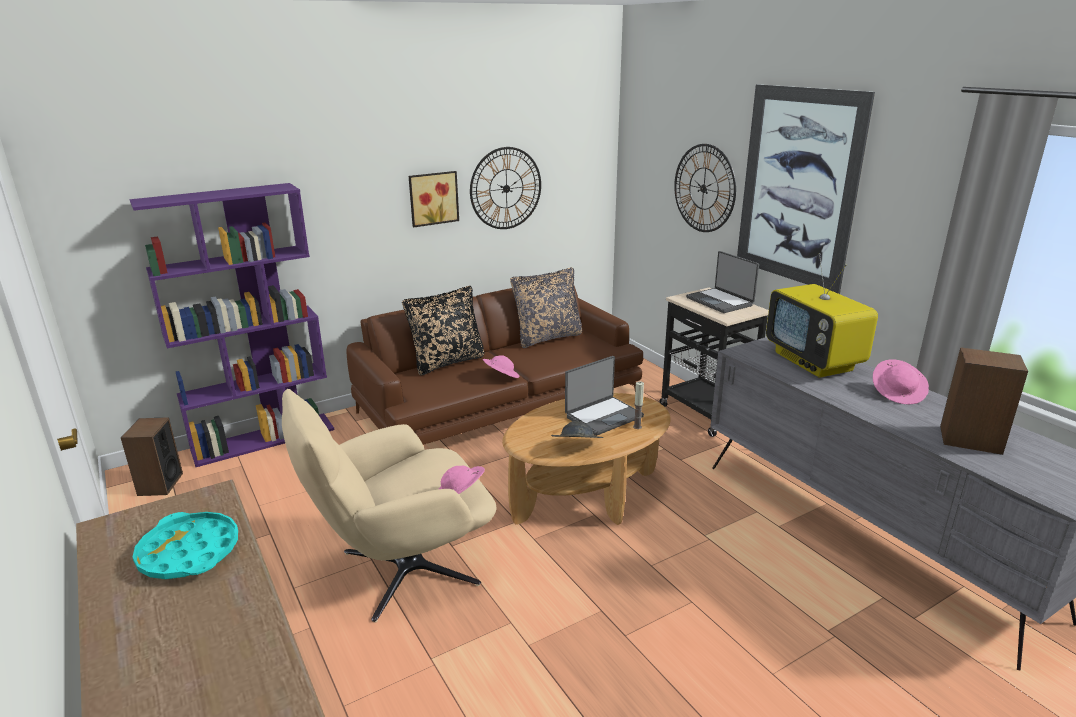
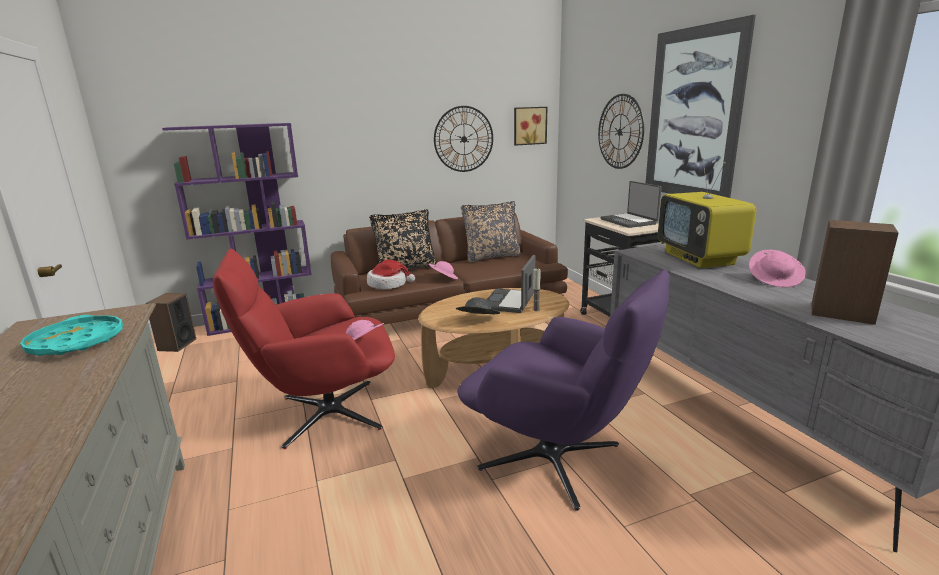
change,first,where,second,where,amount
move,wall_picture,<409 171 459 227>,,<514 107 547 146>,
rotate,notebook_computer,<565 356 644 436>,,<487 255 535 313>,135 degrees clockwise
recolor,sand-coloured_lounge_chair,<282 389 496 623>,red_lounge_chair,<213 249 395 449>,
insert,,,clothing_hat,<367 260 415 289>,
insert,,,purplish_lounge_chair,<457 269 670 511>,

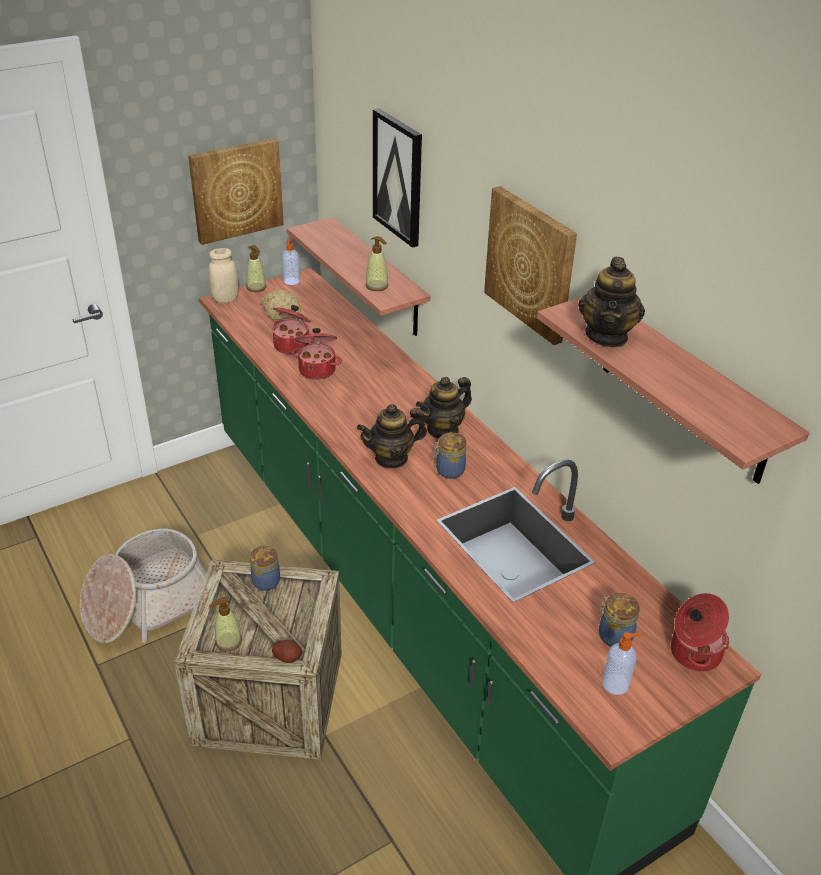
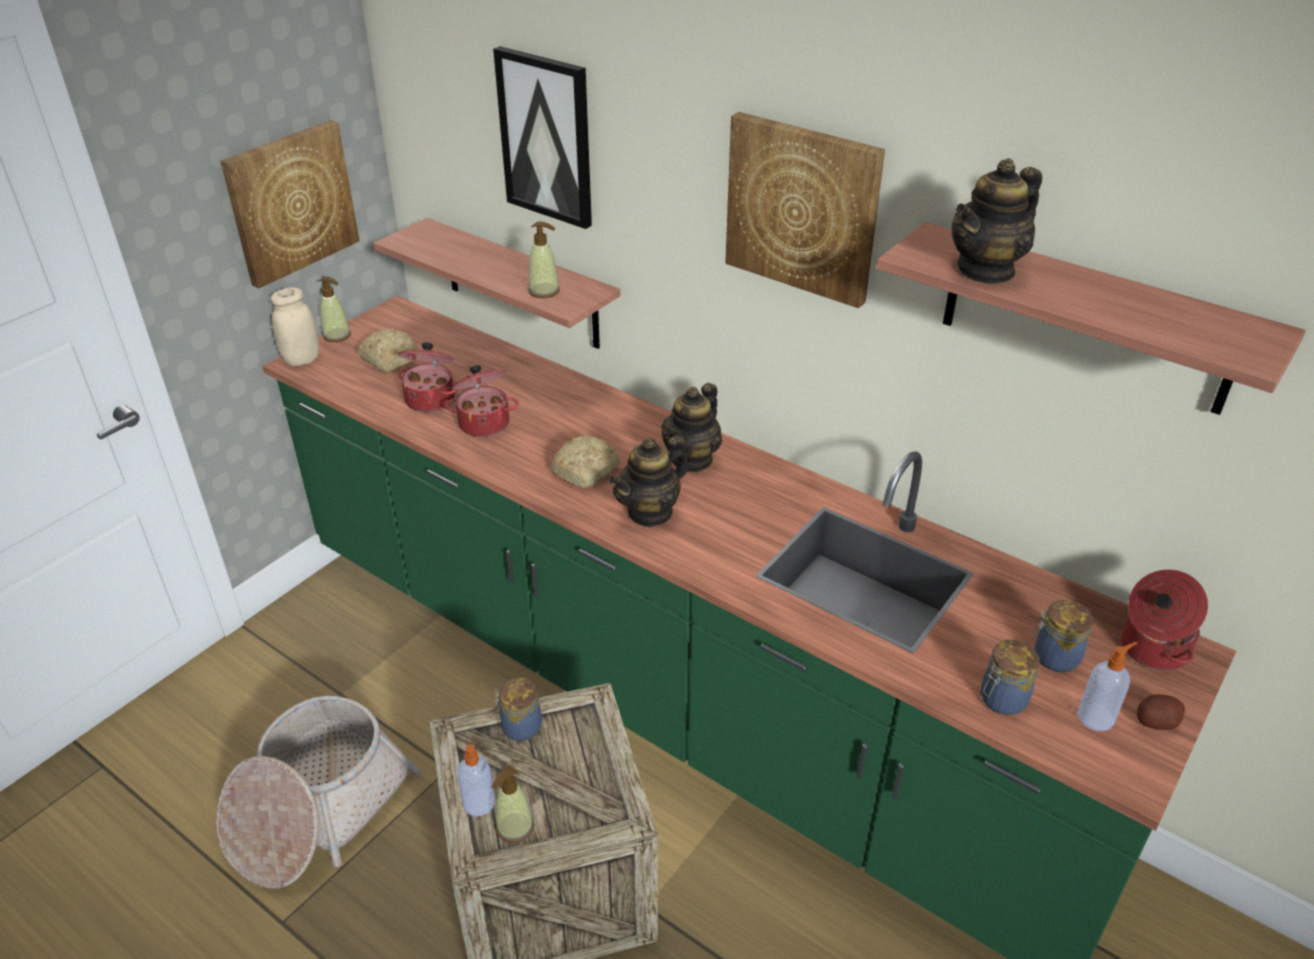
change,first,where,second,where,amount
move,liquid_soap_bottle,<282 239 300 285>,,<458 744 495 816>,
rotate,tea_pot,<578 257 645 347>,,<952 158 1042 285>,60 degrees clockwise
move,preserve_jar,<433 432 466 479>,,<981 640 1040 715>,
move,potato,<272 640 302 663>,,<1137 694 1185 730>,
insert,,,baked_bread,<551 436 620 488>,

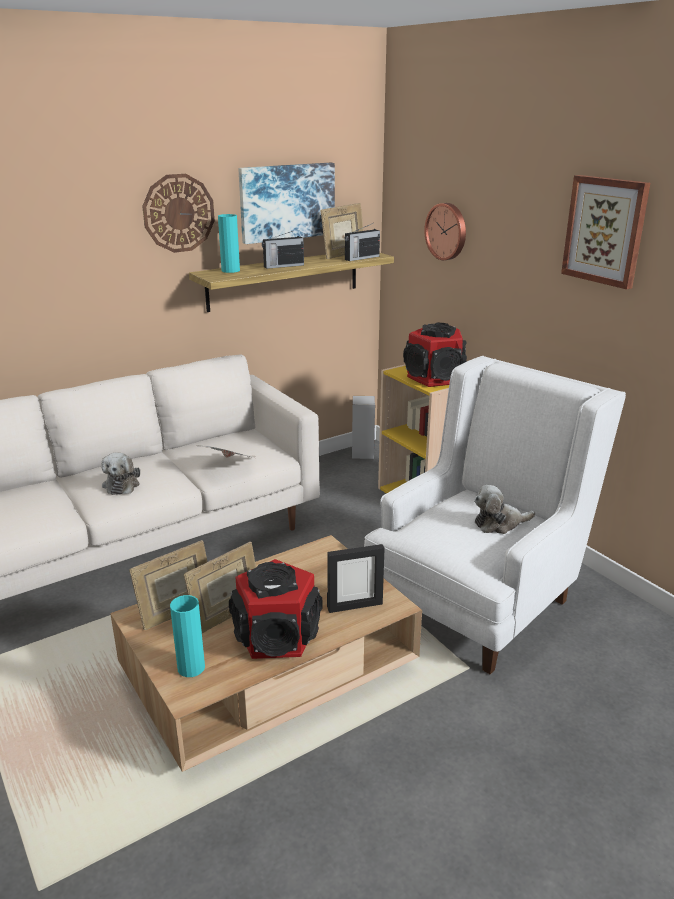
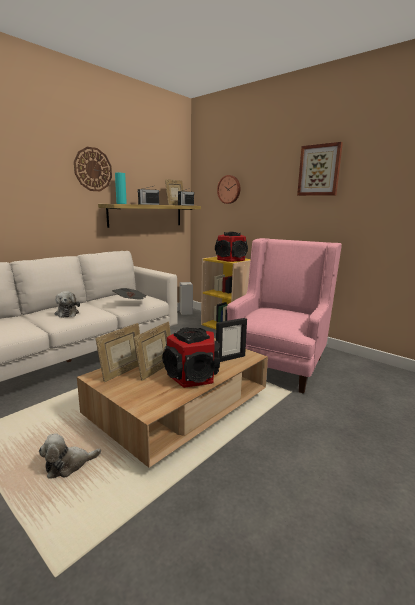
change,first,where,second,where,amount
delete,wall_picture,<238 163 335 244>,,,
recolor,white_lounge_chair,<364 356 626 674>,pink-coloured_lounge_chair,<227 238 342 394>,
move,soft_toy,<474 485 535 534>,,<39 434 101 479>,
delete,blue-green_flower_vase,<170 595 205 677>,,,

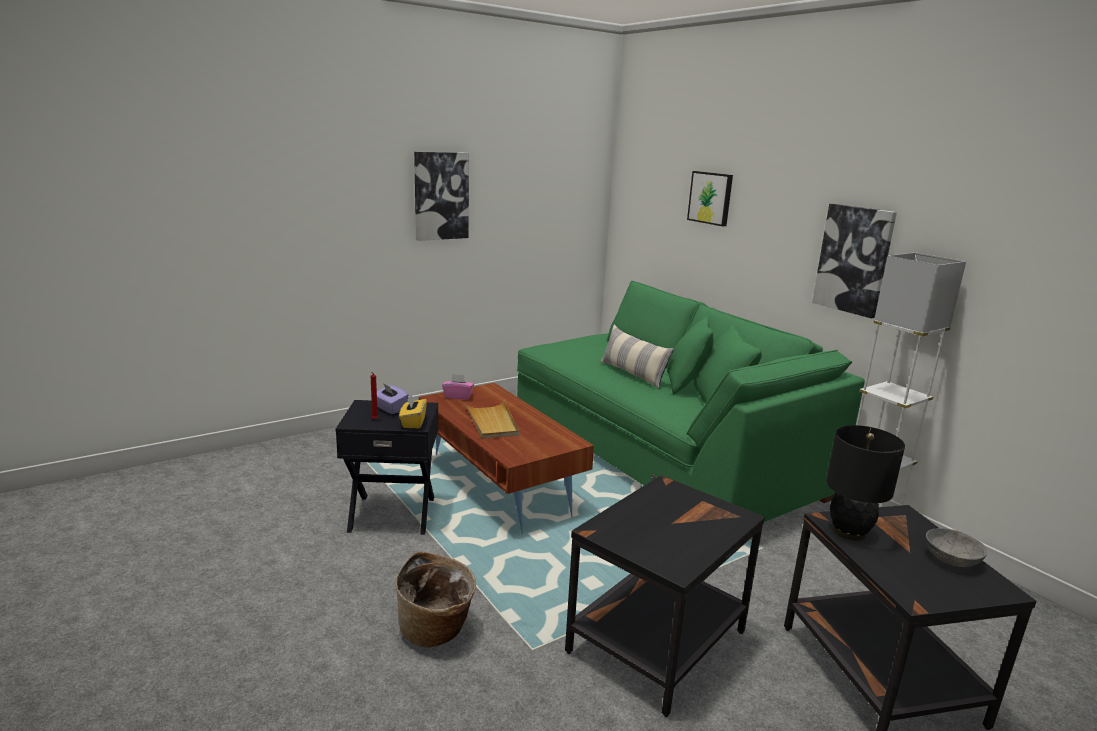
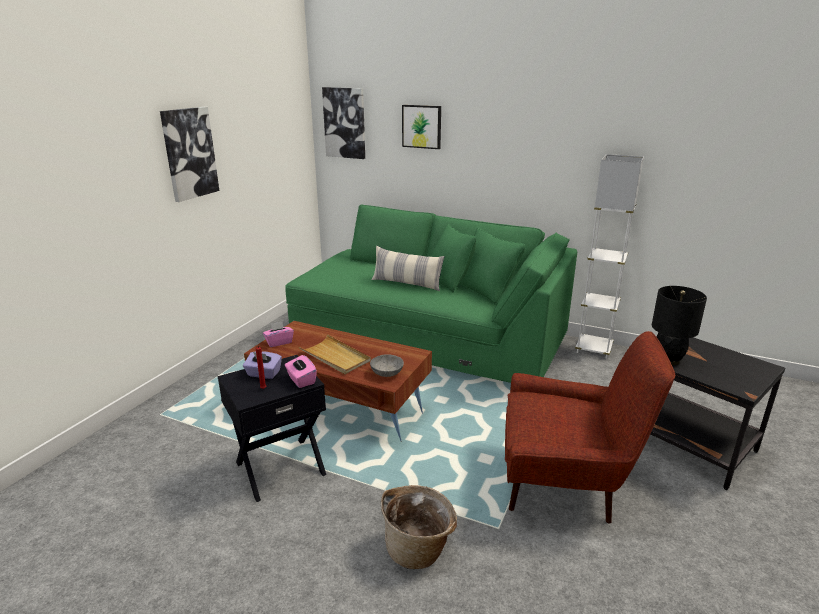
change,first,where,second,where,amount
move,wall_picture,<812 204 897 318>,,<322 87 365 159>,
recolor,yellowish_tissue_box,<399 395 427 428>,pink-coloured_tissue_box,<285 355 317 388>,
replace,black-coloured_end_table,<565 475 765 717>,red_lounge_chair,<505 331 675 523>,
move,gray_bowl,<926 528 987 567>,,<370 354 404 377>,

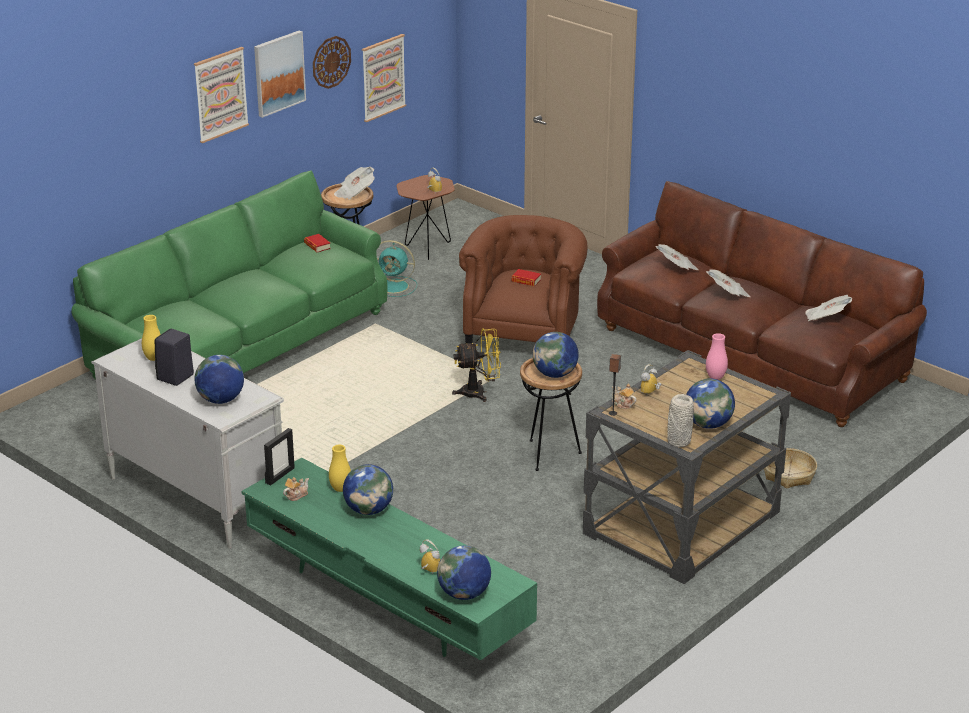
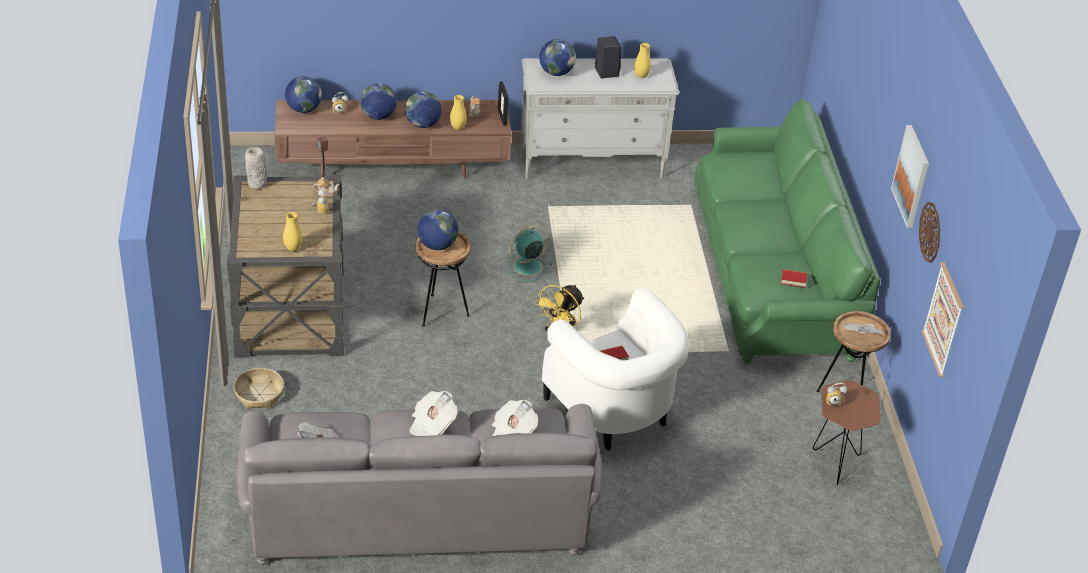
change,first,where,second,where,amount
delete,wall_picture,<194 47 249 143>,,,
recolor,brown_settee,<597 181 927 427>,gray_settee,<237 404 603 565>,
recolor,brown_lounge_chair,<459 215 588 343>,white_lounge_chair,<542 287 689 451>,
move,blue-green_electric_fan,<377 240 417 297>,,<505 225 552 282>,
recolor,pink-coloured_flower_vase,<706 333 728 380>,yellowish_flower_vase,<283 212 303 251>,
move,world_globe,<686 378 735 429>,,<360 83 397 120>,
recolor,greenish_media_console,<242 458 537 660>,brown_media_console,<274 100 512 179>,

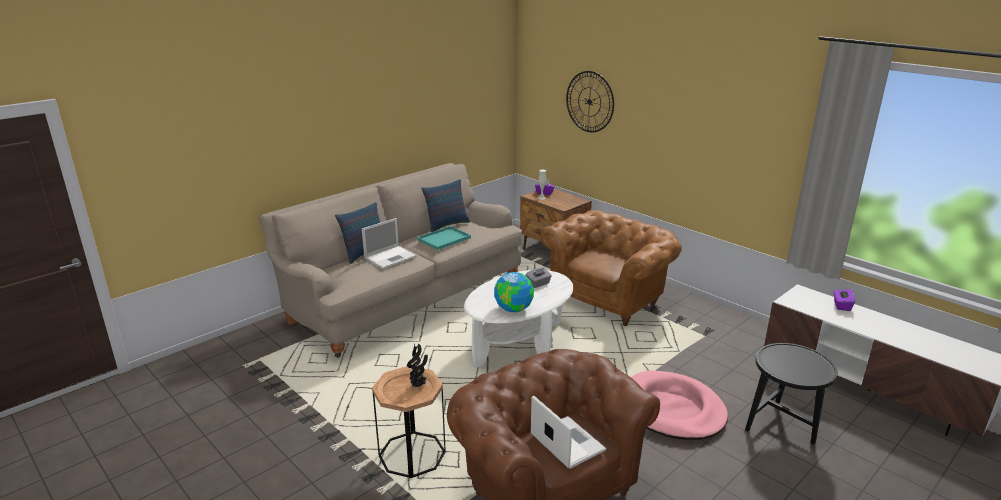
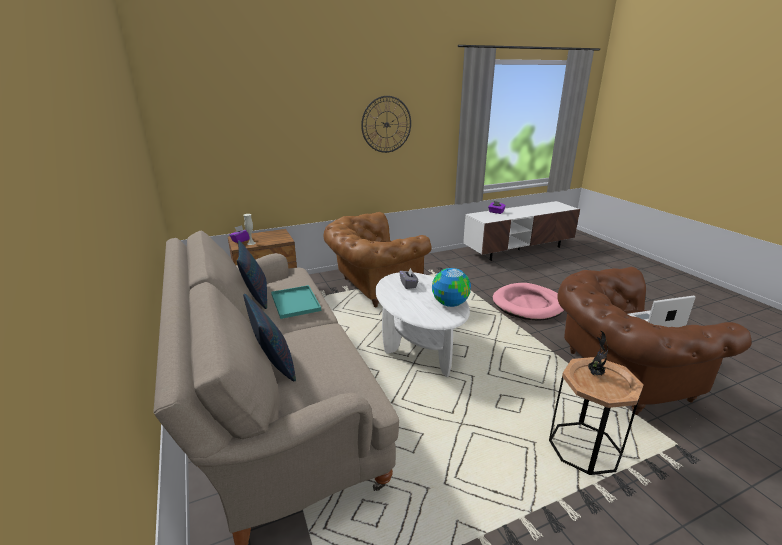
change,first,where,second,where,amount
move,wall_clock,<566 71 614 132>,,<361 96 411 153>,
rotate,brown_lounge_chair,<540 210 682 326>,,<324 212 432 307>,90 degrees counterclockwise
delete,notebook_computer,<362 218 417 269>,,,
delete,black-coloured_end_table,<745 343 837 445>,,,

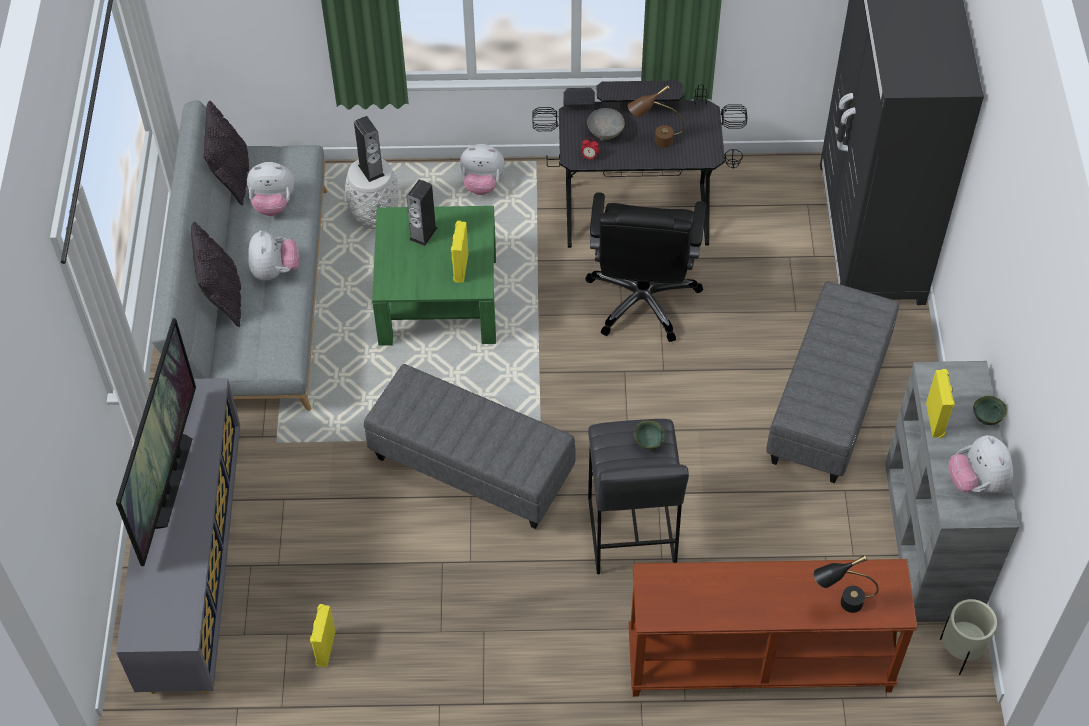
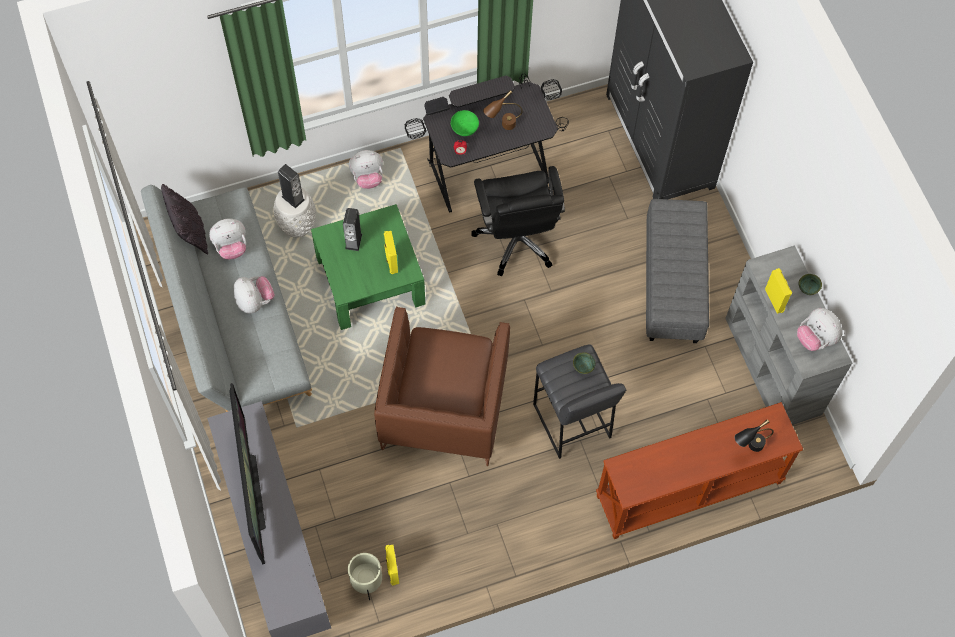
change,first,where,second,where,amount
recolor,gray_bowl,<587 108 625 140>,greenish_bowl,<451 110 479 136>,
delete,black-coloured_pillow,<191 222 241 327>,,,
replace,gray_footrest,<364 364 575 529>,brown_lounge_chair,<374 307 510 466>,
move,sand-coloured_planter,<940 599 997 675>,,<348 553 382 600>,

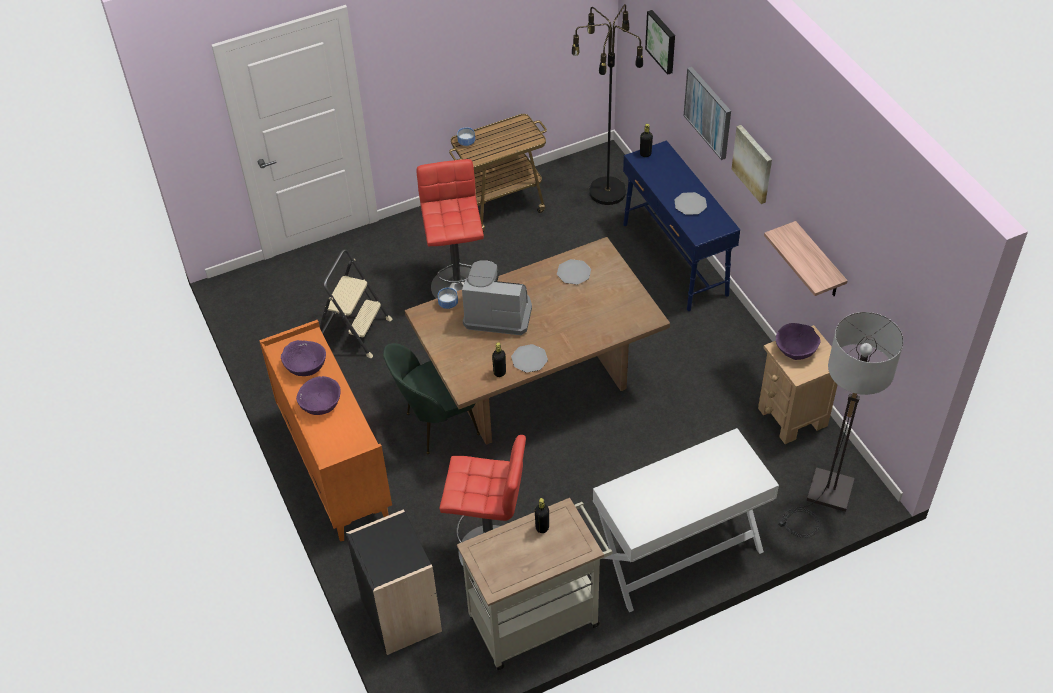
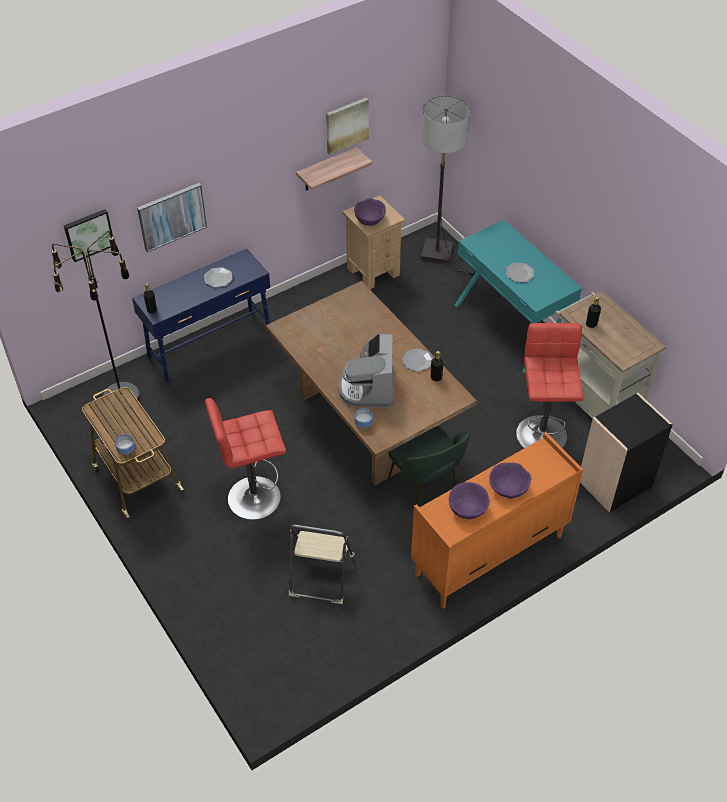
change,first,where,second,where,amount
move,wall_picture,<731 125 772 204>,,<326 97 369 155>,
move,dinner_plate,<557 259 591 285>,,<506 263 534 282>,
recolor,white_hall_table,<593 428 779 612>,blue-green_hall_table,<455 220 582 373>,

